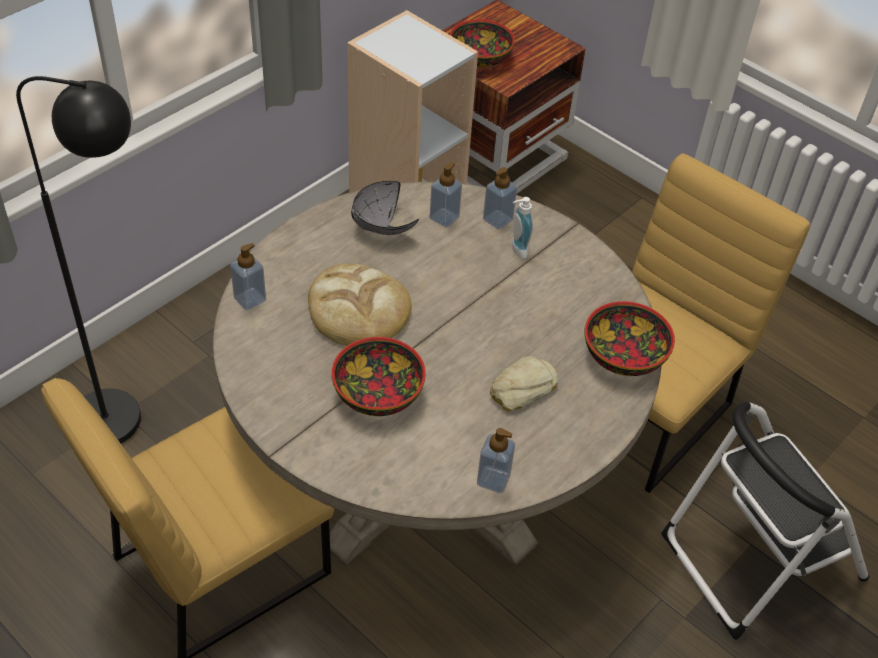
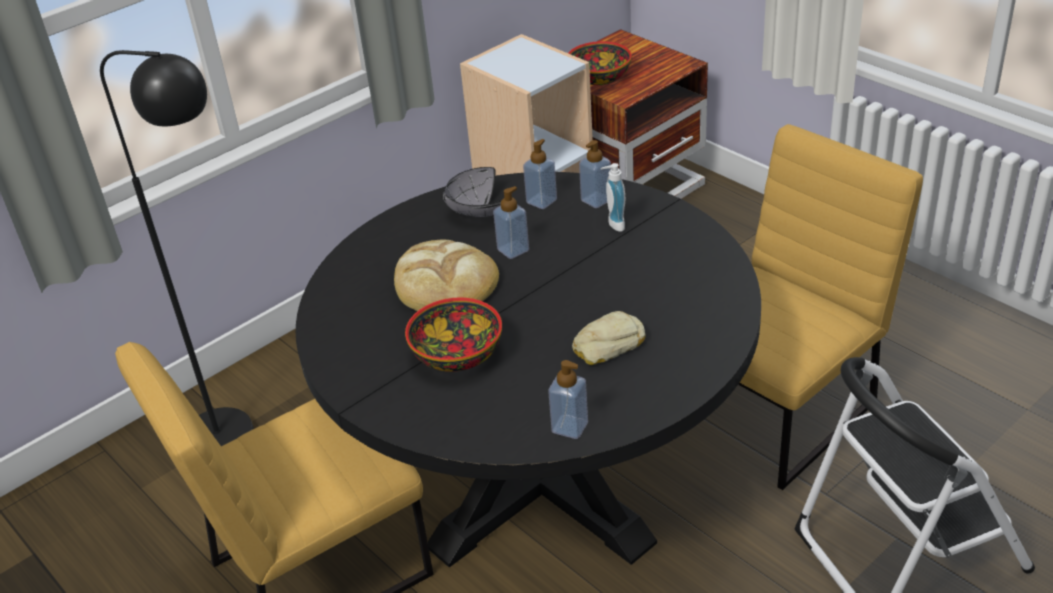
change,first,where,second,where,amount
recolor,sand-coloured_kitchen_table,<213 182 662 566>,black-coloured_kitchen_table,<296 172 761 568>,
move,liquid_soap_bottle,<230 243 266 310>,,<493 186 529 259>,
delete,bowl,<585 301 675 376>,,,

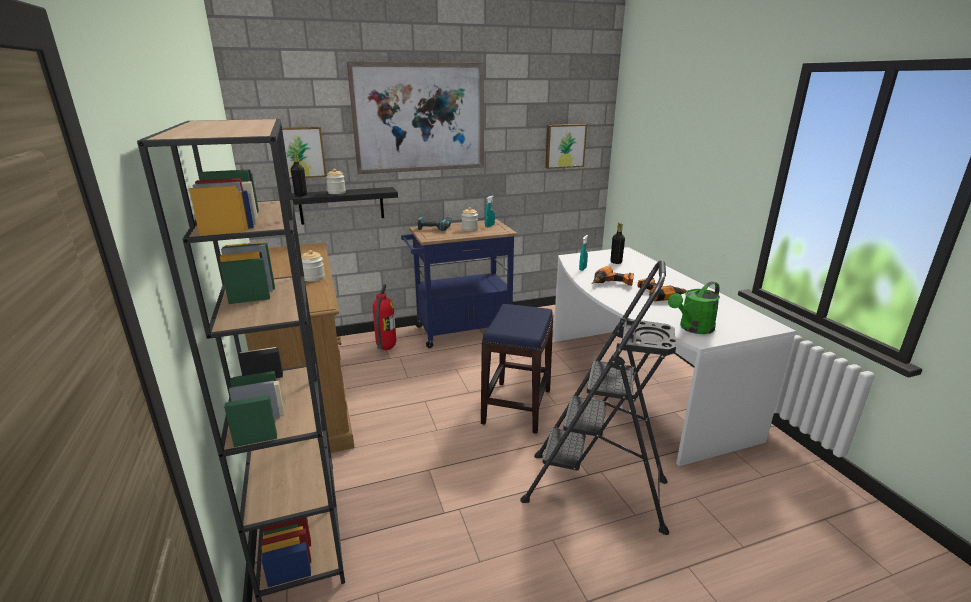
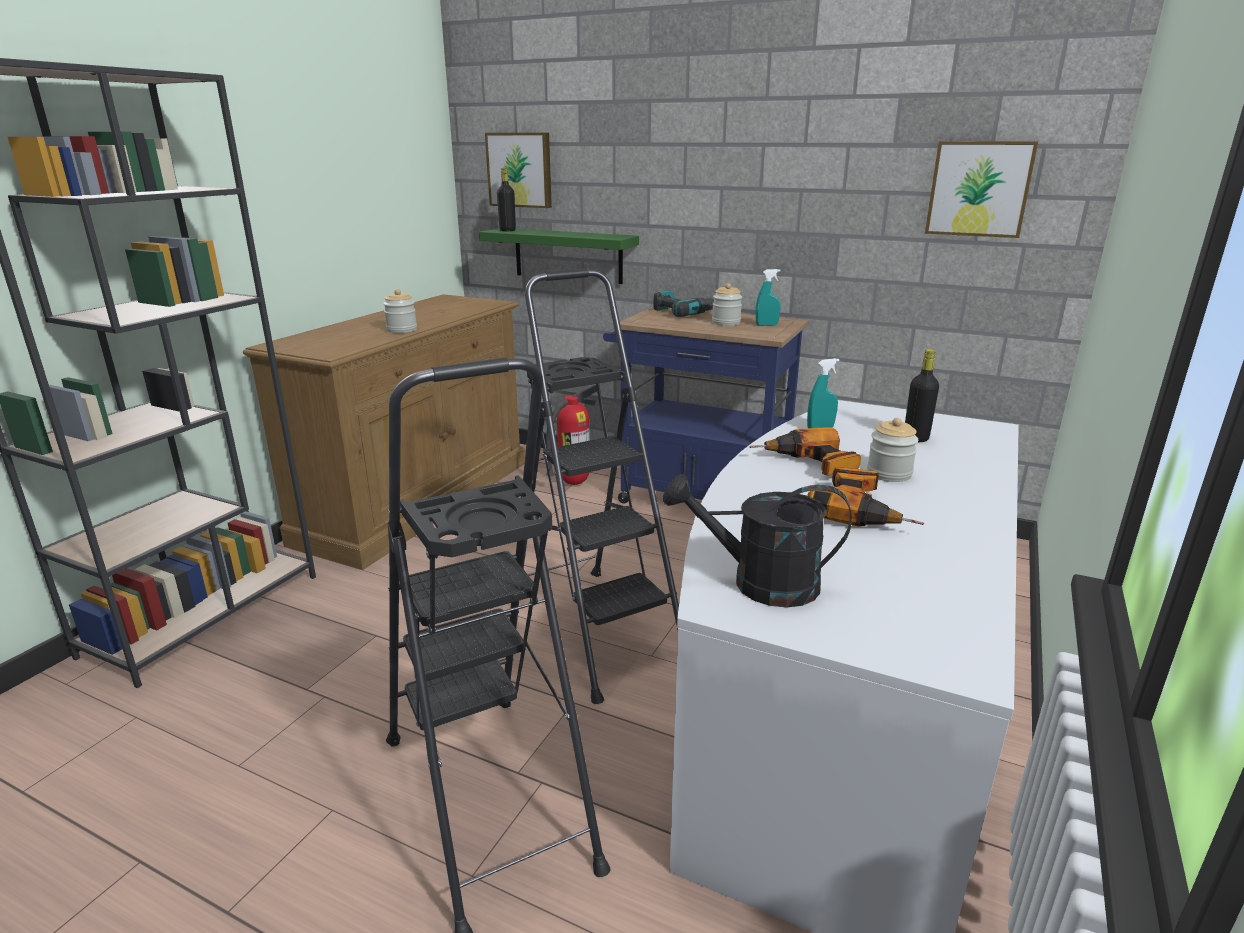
change,first,where,second,where,amount
delete,wall_picture,<347 62 484 174>,,,
move,preserve_jar,<326 169 346 194>,,<867 418 918 482>,
recolor,black-coloured_wall_shelf,<292 187 398 225>,greenish_wall_shelf,<479 228 639 284>,
recolor,greenish_watering_can,<668 281 720 334>,black-coloured_watering_can,<663 473 852 608>,
replace,stool_seat,<481 304 553 434>,step_ladder,<523 269 679 704>,

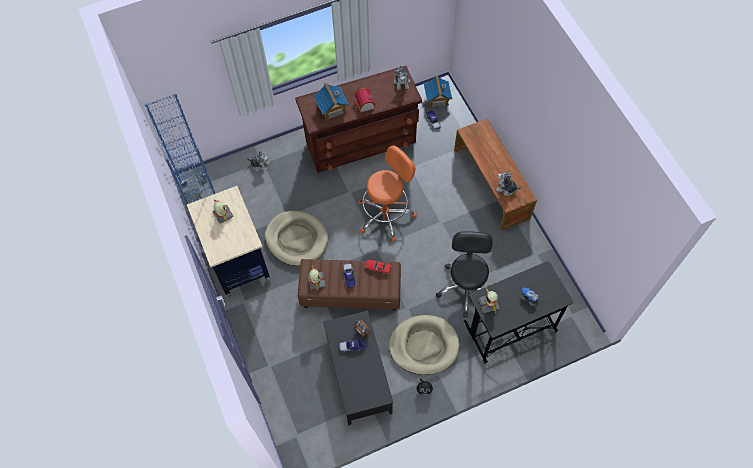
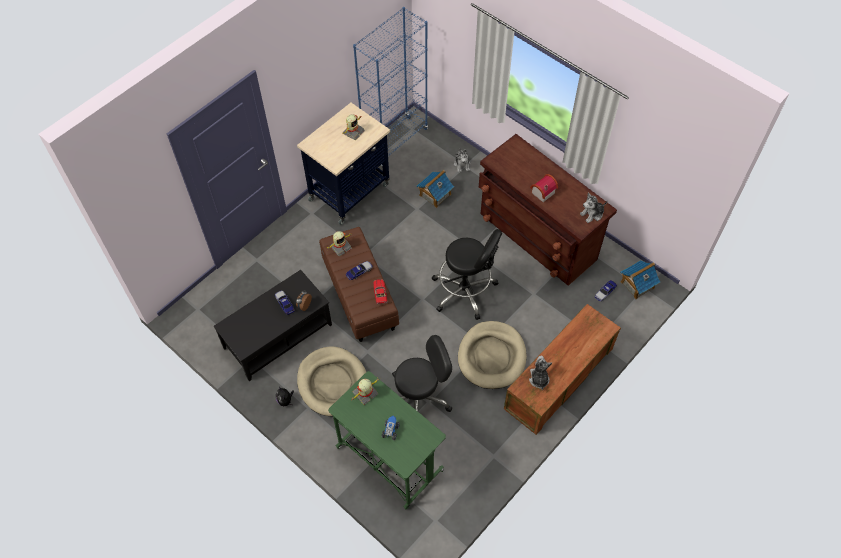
change,first,where,second,where,amount
move,model_house,<314 82 349 121>,,<417 170 454 208>,
recolor,orangey_stool_seat,<358 146 417 241>,black-coloured_stool_seat,<432 229 502 320>,
move,sand-coloured_dog_bed,<265 211 328 266>,,<458 321 527 389>,
recolor,black-coloured_desk_unit,<463 261 573 364>,greenish_desk_unit,<328 371 446 509>,

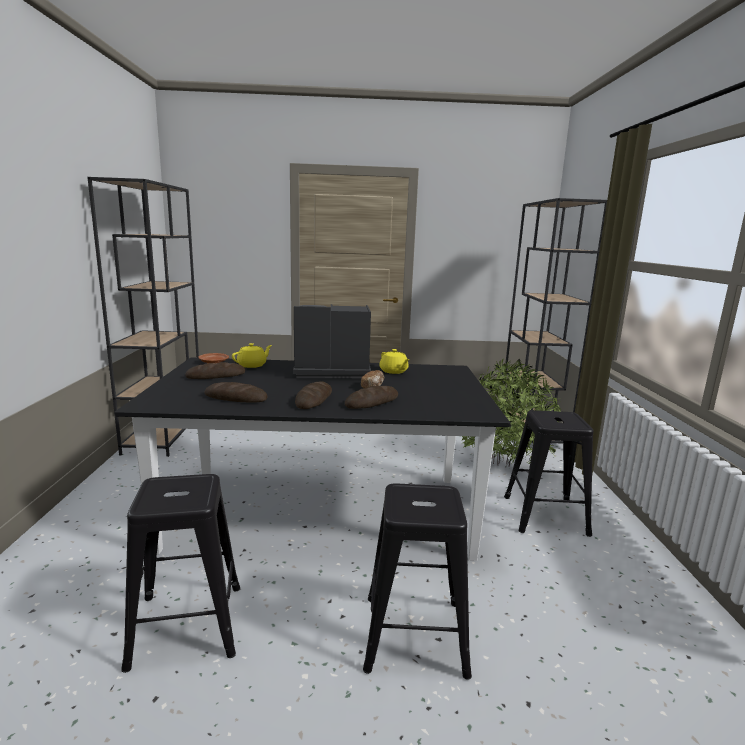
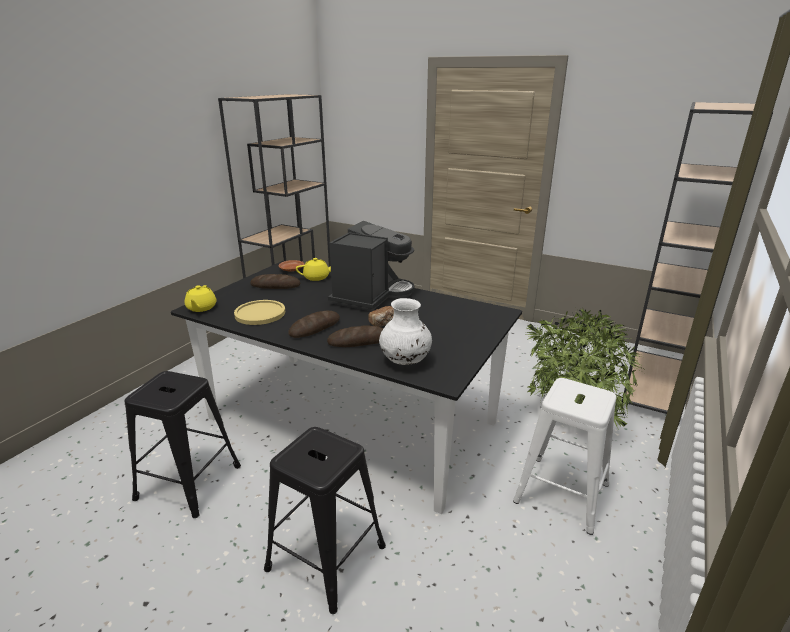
change,first,where,second,where,amount
rotate,coffee_machine,<293 304 371 378>,,<328 220 415 312>,90 degrees clockwise
move,yellowish_tea_pot,<379 349 410 374>,,<185 285 217 312>,
replace,baked_bread,<204 382 267 403>,yellowish_dinner_plate,<234 300 285 325>,
recolor,black-coloured_stool_seat,<504 410 594 537>,white_stool_seat,<513 378 616 535>,
insert,,,white_flower_vase,<379 298 432 365>,

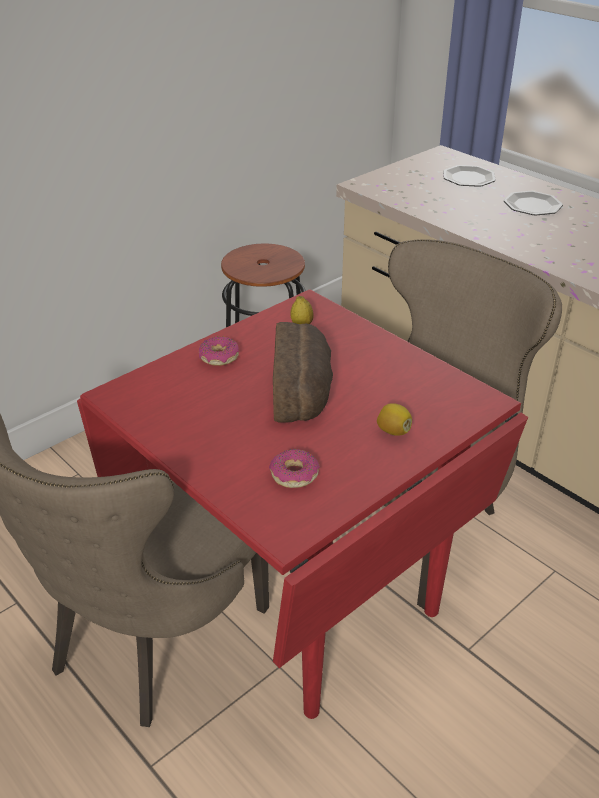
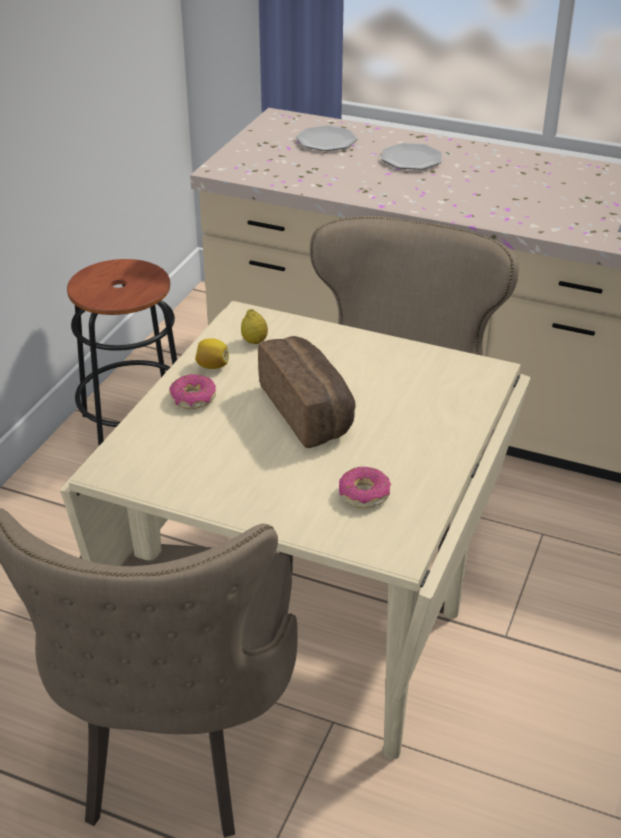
change,first,where,second,where,amount
recolor,red_kitchen_table,<77 290 528 719>,sand-coloured_kitchen_table,<60 301 530 759>,
move,whole_lemon,<377 403 412 436>,,<195 338 229 369>,

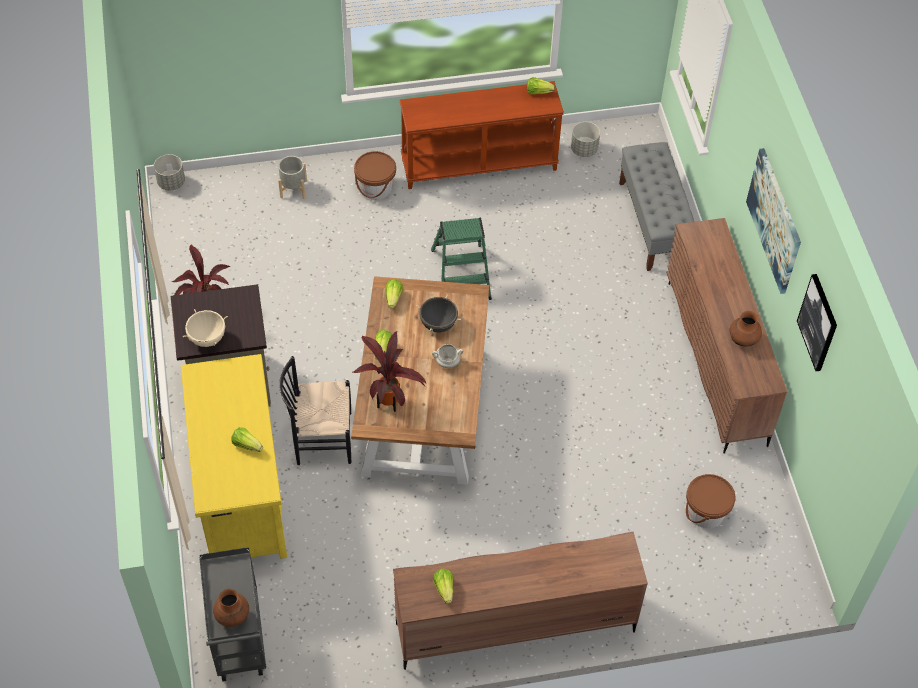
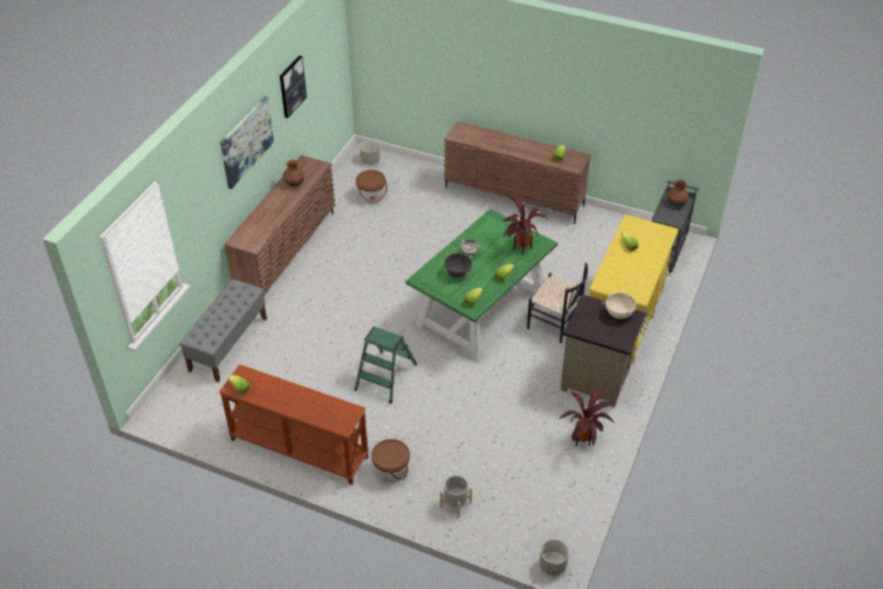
change,first,where,second,where,amount
move,gray_planter,<571 122 600 157>,,<360 141 380 165>,
recolor,brown_kitchen_table,<351 276 489 485>,greenish_kitchen_table,<405 209 558 361>,

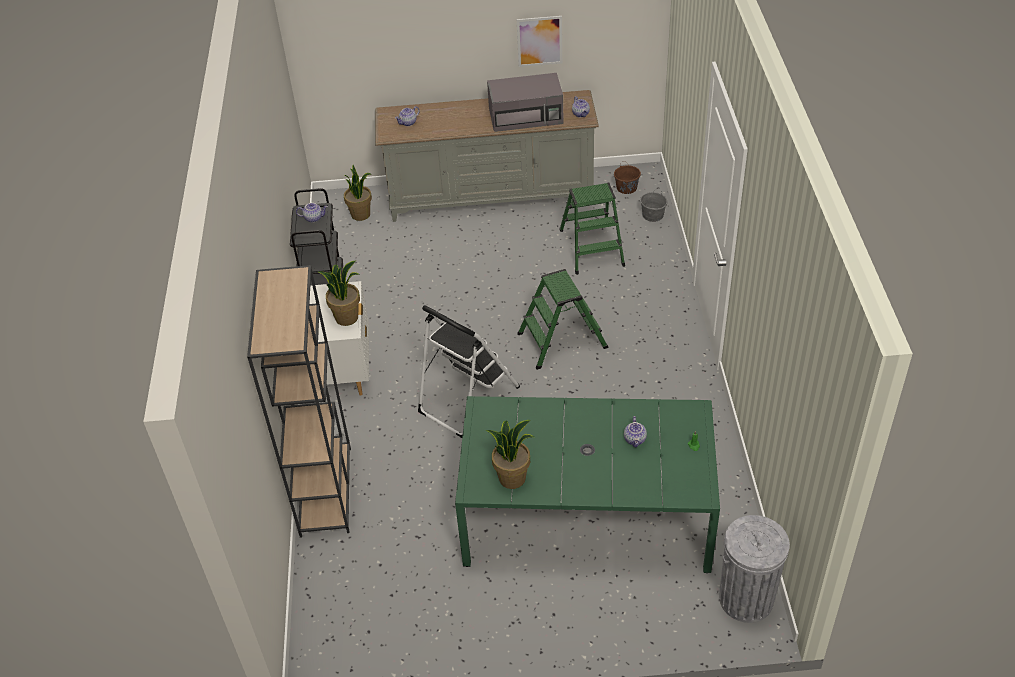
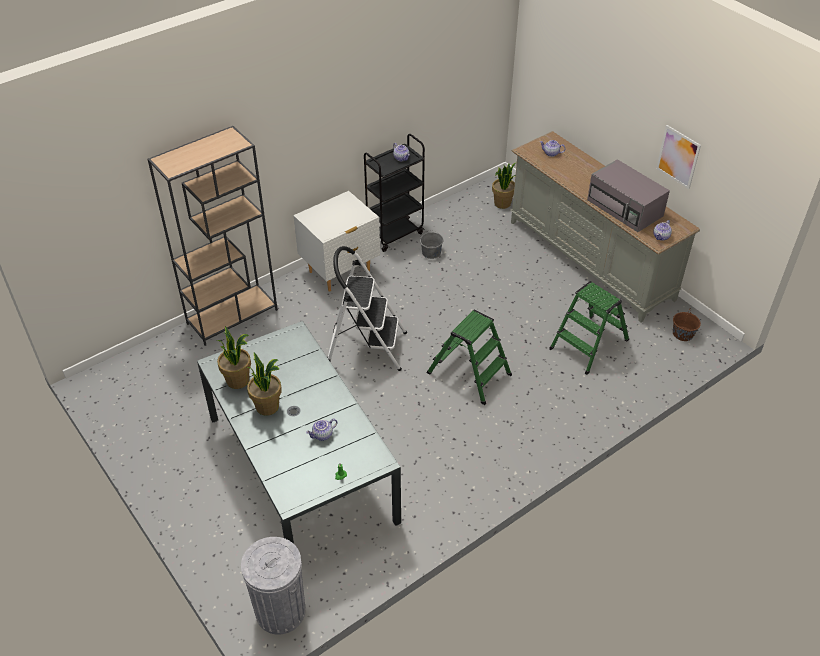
change,first,where,second,where,amount
move,gray_bucket,<640 189 667 222>,,<420 230 444 259>,
move,houseplant,<317 261 360 326>,,<246 352 282 416>,
recolor,greenish_kitchen_table,<455 396 720 573>,gray_kitchen_table,<197 321 401 544>,

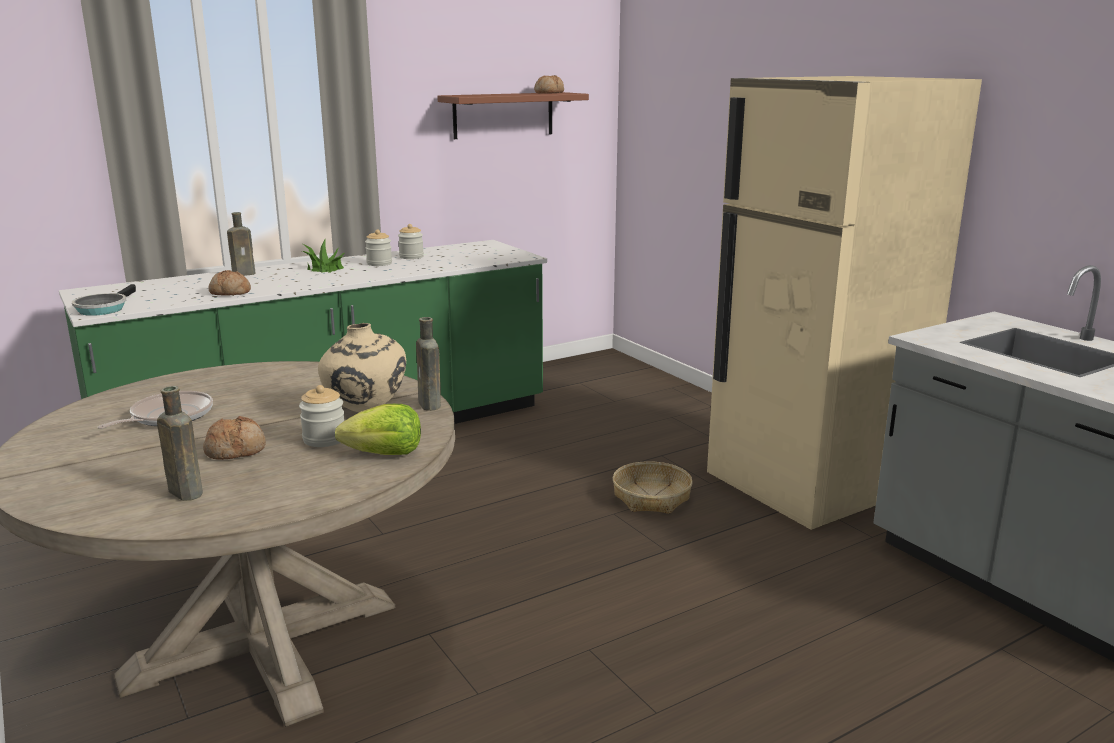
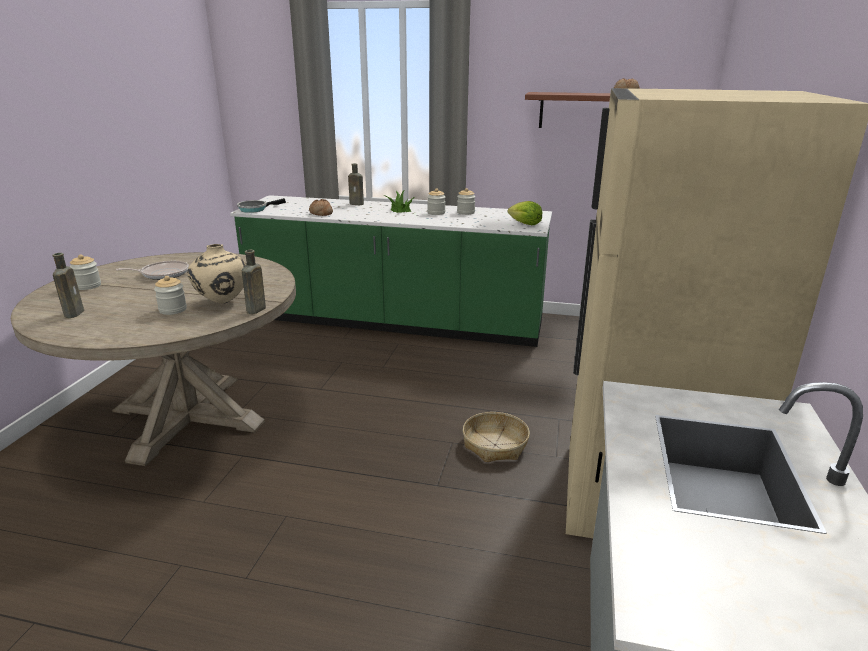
change,first,where,second,where,amount
move,lettuce_head,<335 404 421 455>,,<508 201 542 225>,
delete,baked_bread,<203 416 266 460>,,,
insert,,,preserve_jar,<69 255 101 290>,

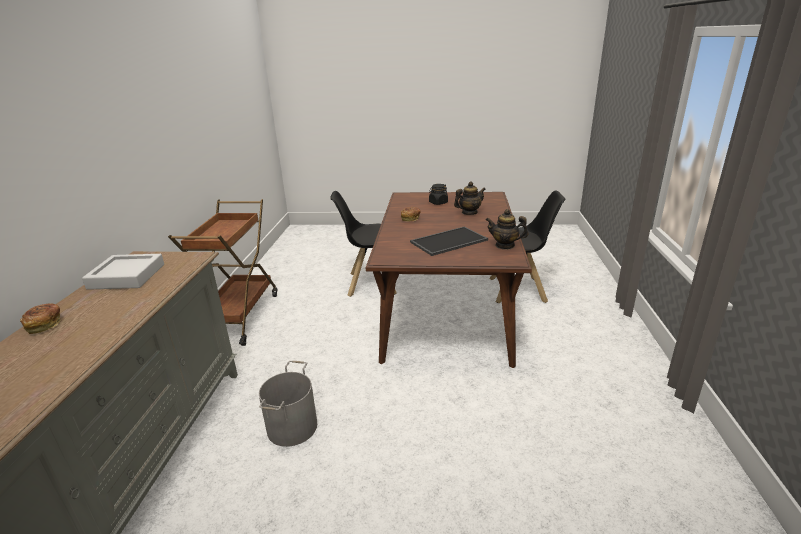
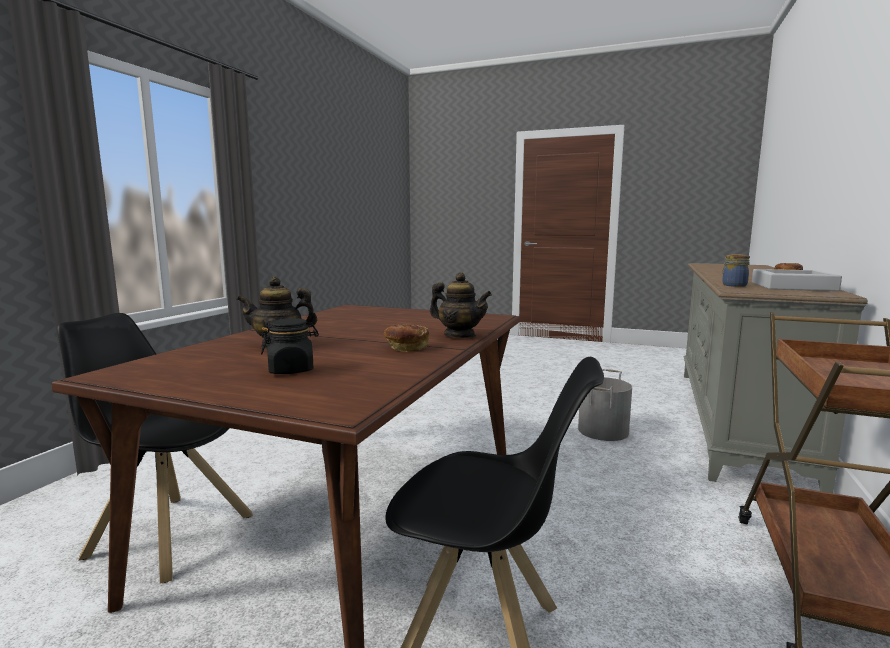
change,first,where,second,where,amount
move,tea_pot,<486 209 528 250>,,<430 272 492 338>,
delete,serving_tray,<410 227 488 256>,,,
insert,,,preserve_jar,<722 254 750 287>,

